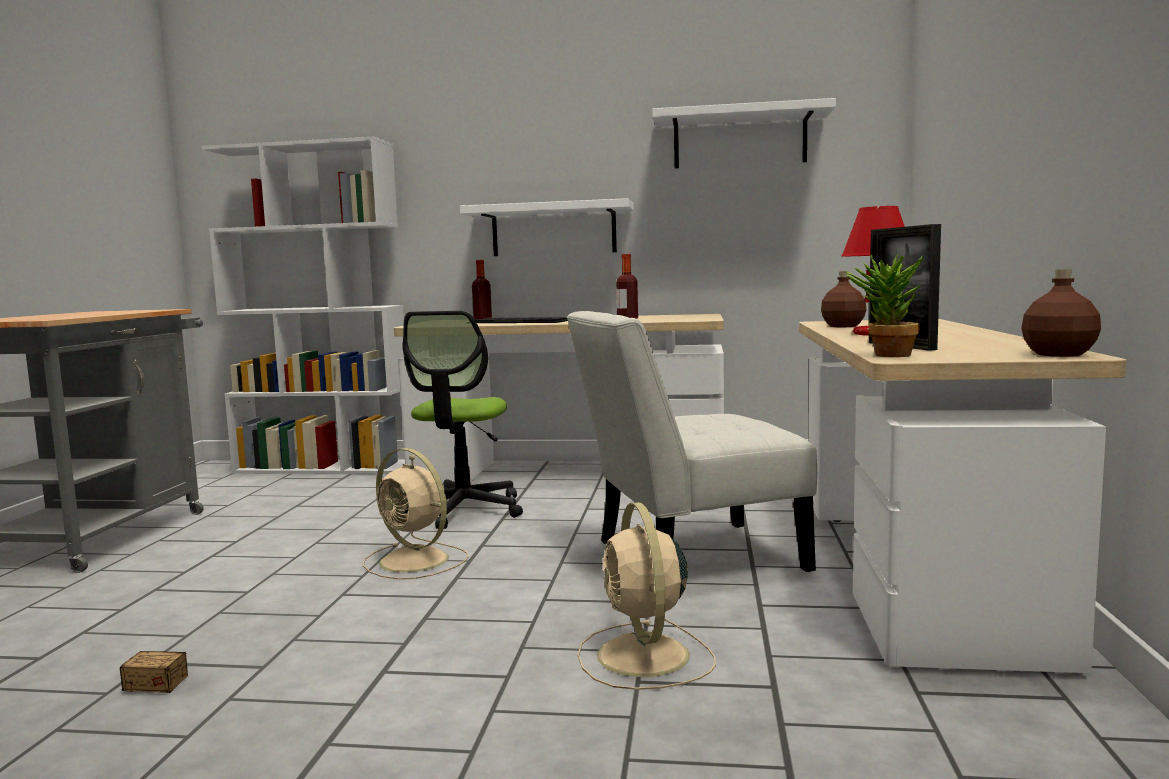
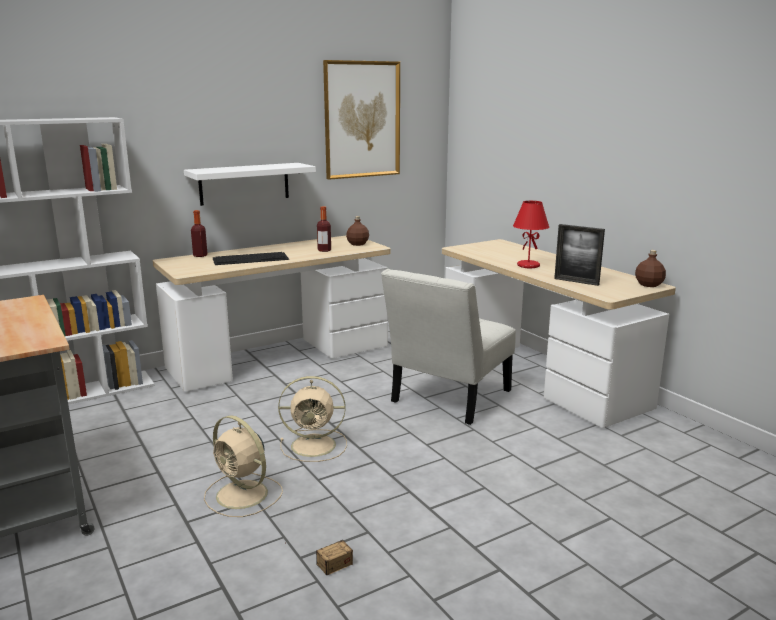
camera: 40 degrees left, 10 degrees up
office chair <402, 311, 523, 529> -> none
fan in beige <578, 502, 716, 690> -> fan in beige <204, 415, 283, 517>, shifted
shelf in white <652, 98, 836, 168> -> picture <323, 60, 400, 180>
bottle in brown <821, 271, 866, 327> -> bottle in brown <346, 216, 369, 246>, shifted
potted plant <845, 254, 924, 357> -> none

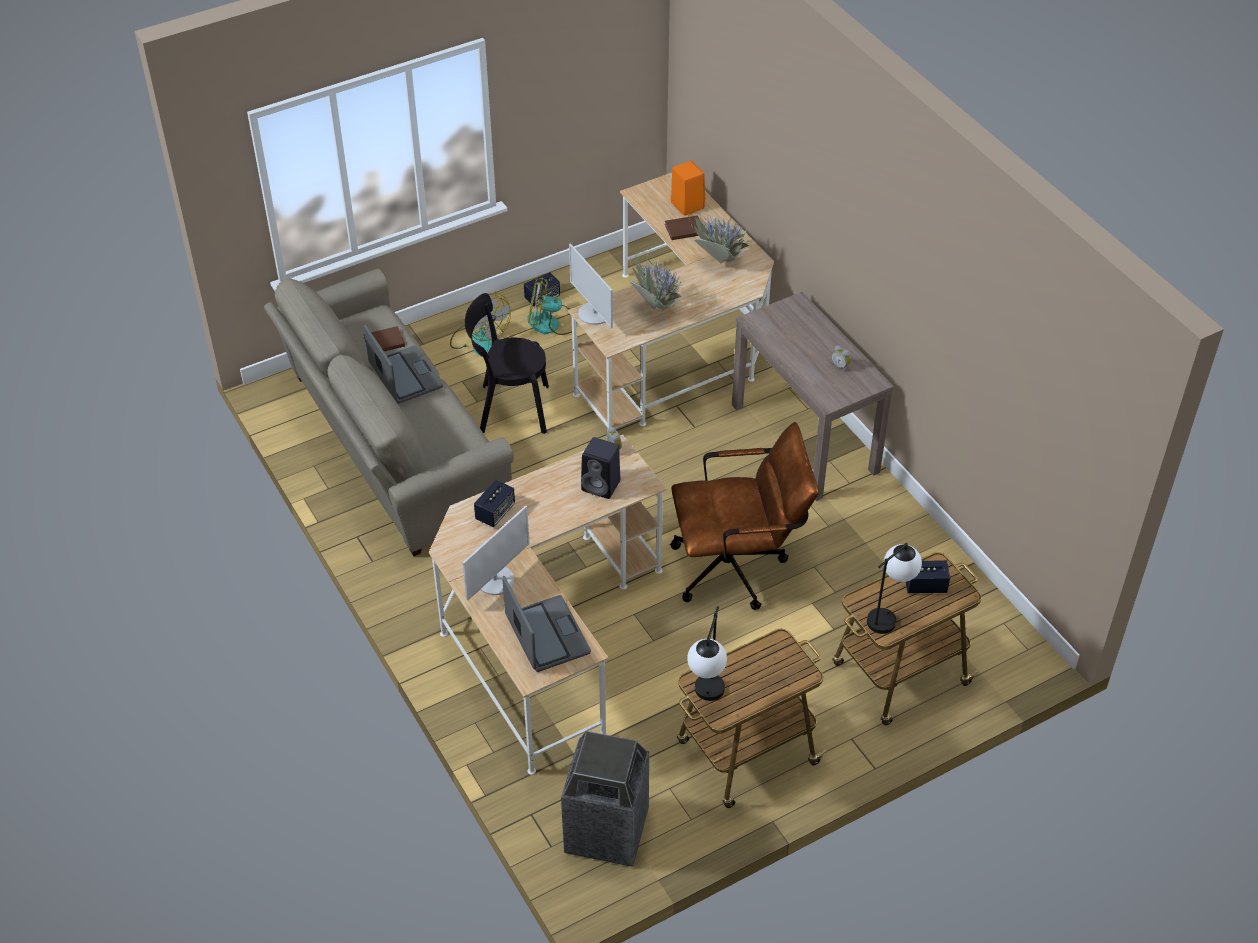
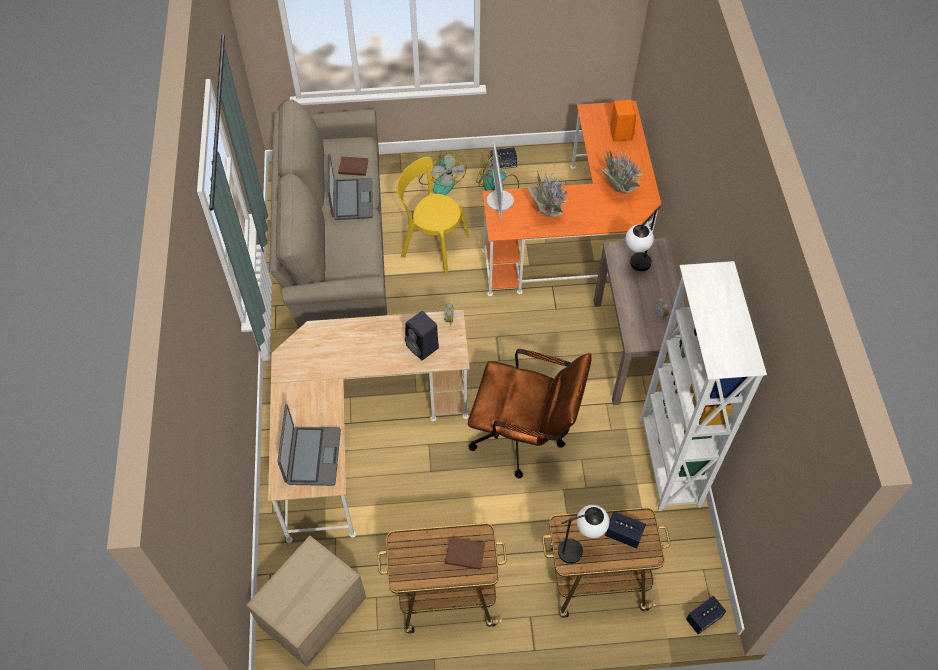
camera: 25 degrees right, 10 degrees up
monitor <462, 505, 530, 601> -> none
chair in black <465, 293, 549, 434> -> chair in yellow <397, 157, 469, 274>
speaker <474, 480, 515, 527> -> speaker <686, 596, 726, 635>, shifted
trash can <561, 731, 649, 867> -> cardboard box <247, 536, 366, 667>
desk in beige <568, 173, 774, 438> -> desk in orange <482, 101, 661, 296>
book in brown <665, 215, 700, 240> -> book in brown <445, 537, 485, 570>, shifted
table lamp <687, 606, 727, 701> -> table lamp <626, 206, 661, 271>, shifted
none -> bookcase in white <640, 261, 767, 511>

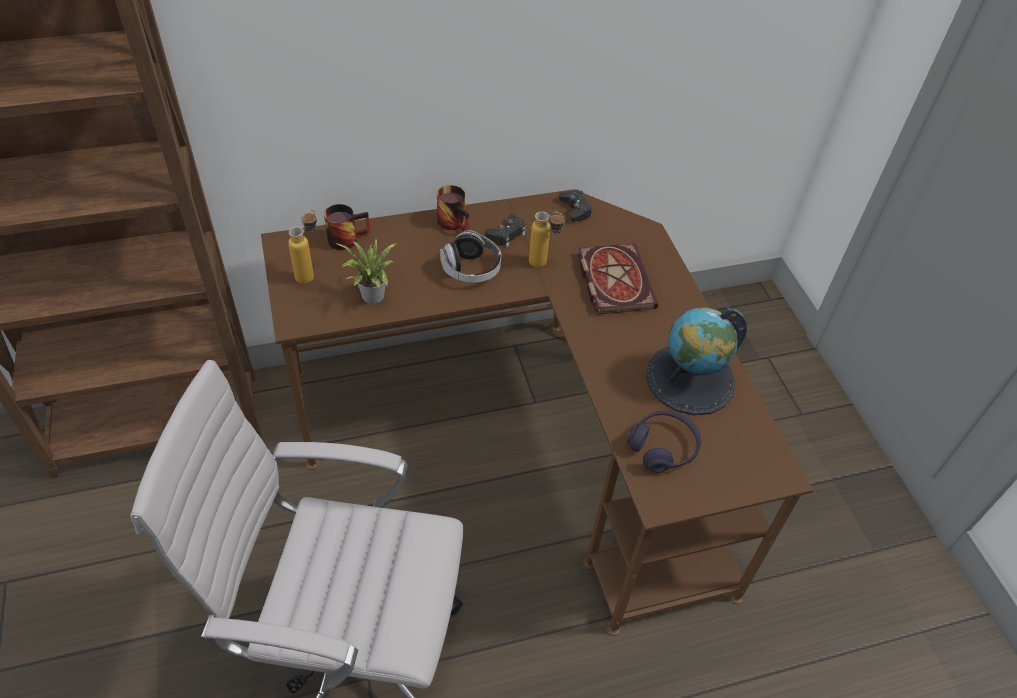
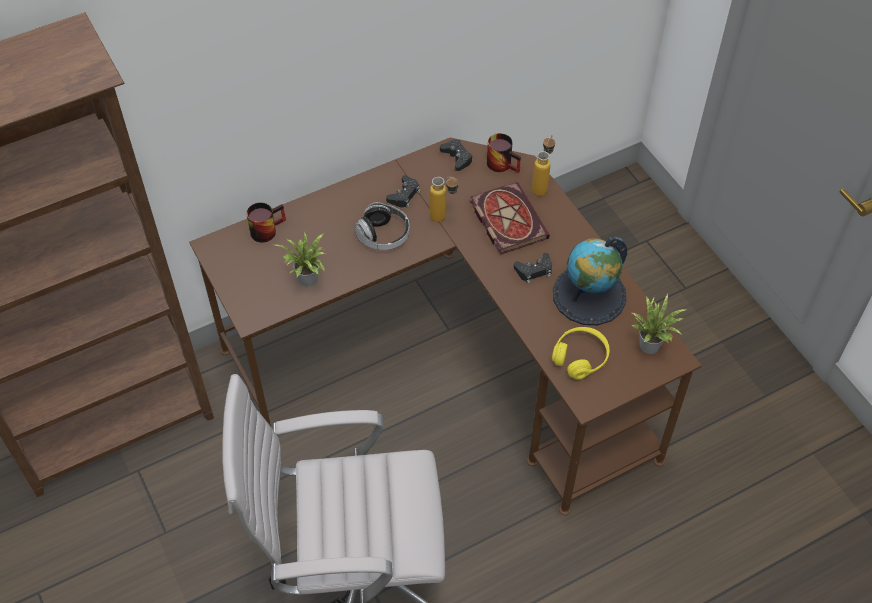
camera: 10 degrees left, 5 degrees up
bottle <288, 210, 317, 284> -> bottle <532, 135, 555, 196>, shifted
mug <437, 185, 469, 231> -> mug <487, 133, 521, 173>, shifted
headphones in purple <627, 411, 701, 473> -> headphones in yellow <552, 327, 610, 379>
none -> game controller in black <514, 253, 552, 283>
none -> potted plant <631, 293, 686, 354>

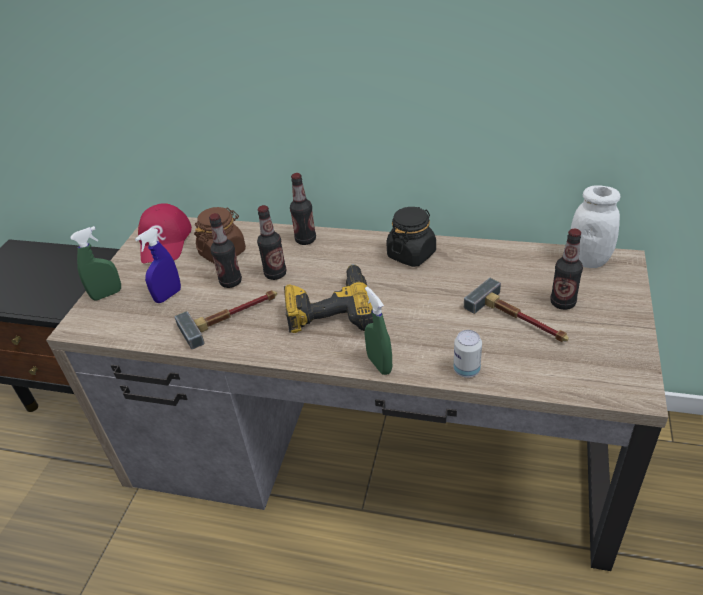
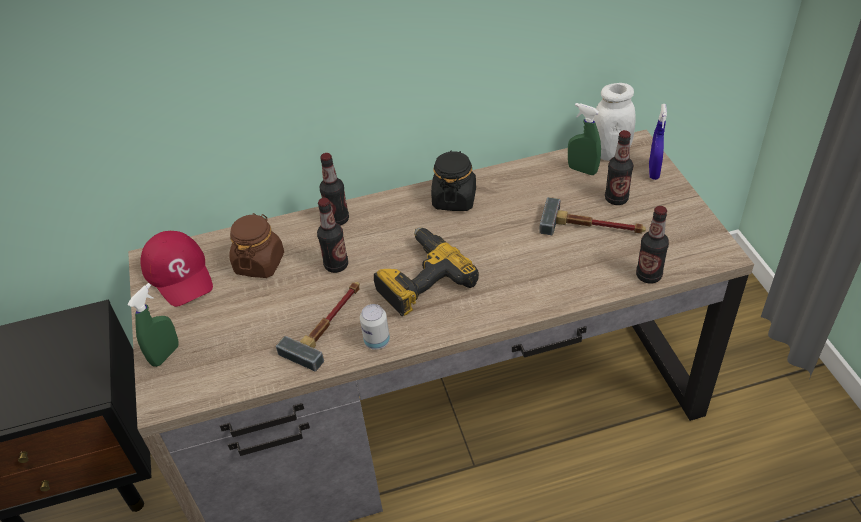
camera: 30 degrees left, 5 degrees up
spray bottle in blue <135, 228, 181, 303> -> spray bottle in blue <649, 104, 667, 180>, shifted
bottle <209, 213, 242, 288> -> bottle <636, 206, 669, 283>, shifted
spray bottle in green <365, 286, 392, 375> -> spray bottle in green <568, 103, 601, 175>, shifted
can <454, 330, 482, 378> -> can <360, 304, 390, 350>, shifted

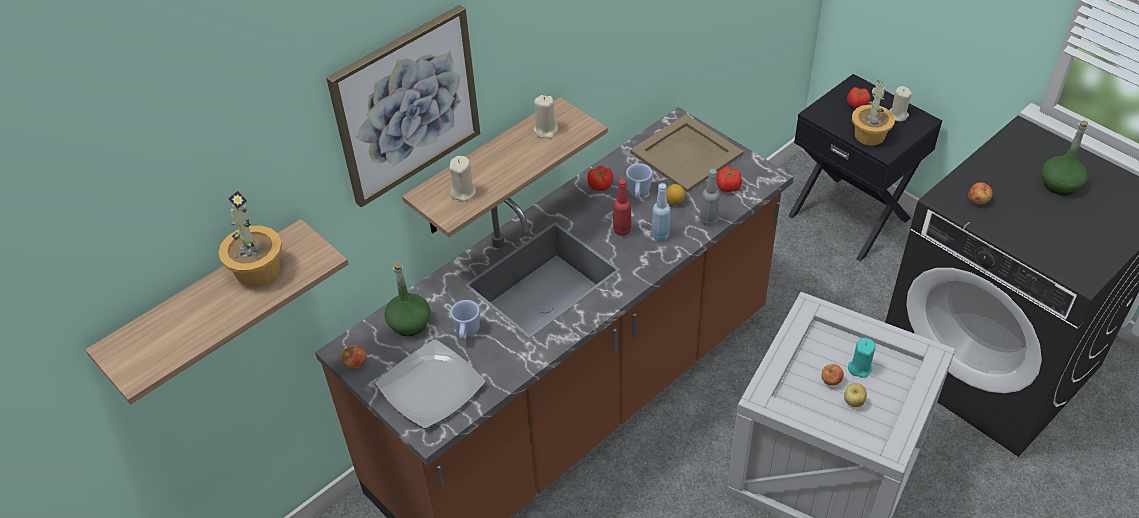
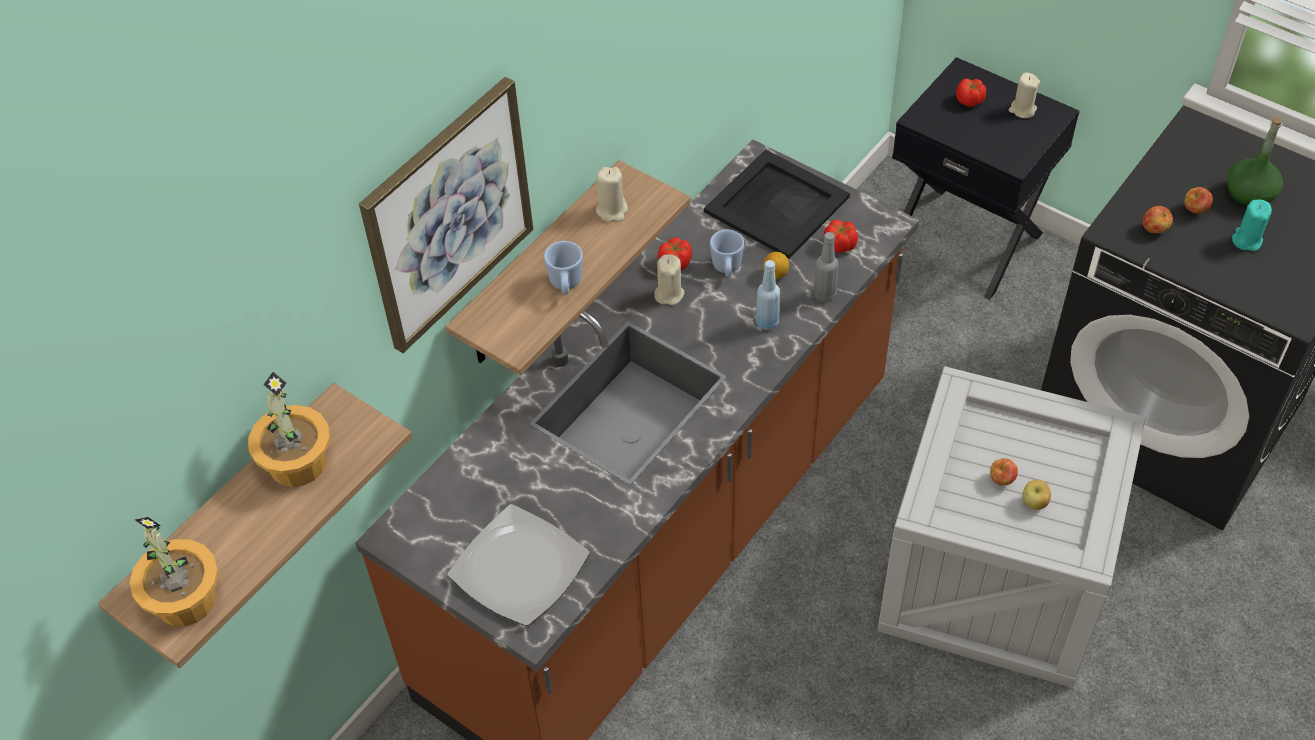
camera: 10 degrees left, 5 degrees up
apple <342, 345, 367, 368> -> apple <1184, 187, 1213, 214>, shifted
bottle in green <384, 262, 430, 336> -> none
candle in beige <450, 156, 476, 201> -> candle in beige <654, 254, 684, 305>, shifted
mug in blue <450, 300, 480, 341> -> mug in blue <544, 241, 583, 295>, shifted
bottle in red <613, 179, 631, 236> -> none
tray in beige <630, 114, 744, 192> -> tray in black <704, 149, 850, 259>
candle in turquoise <848, 338, 875, 378> -> candle in turquoise <1232, 199, 1272, 251>, shifted
potted plant <852, 81, 895, 146> -> potted plant <129, 517, 218, 626>, shifted

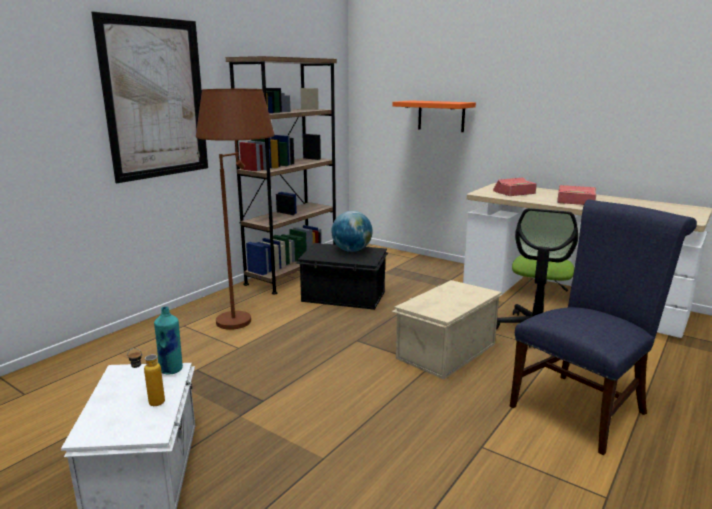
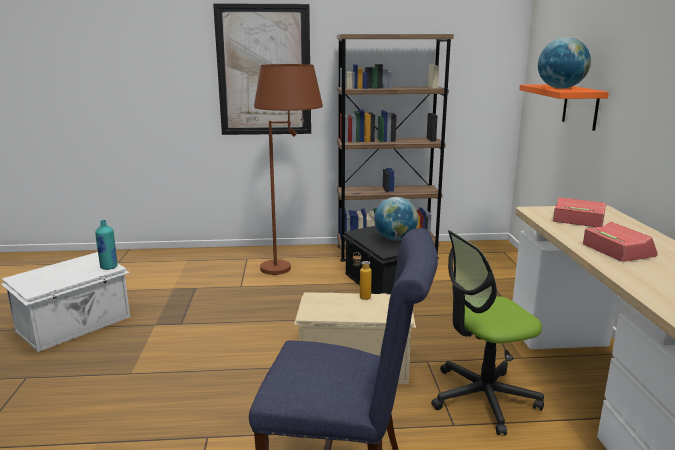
camera: 50 degrees right, 0 degrees up
bottle <127, 348, 165, 406> -> bottle <353, 252, 372, 300>, shifted
none -> globe <538, 37, 591, 89>

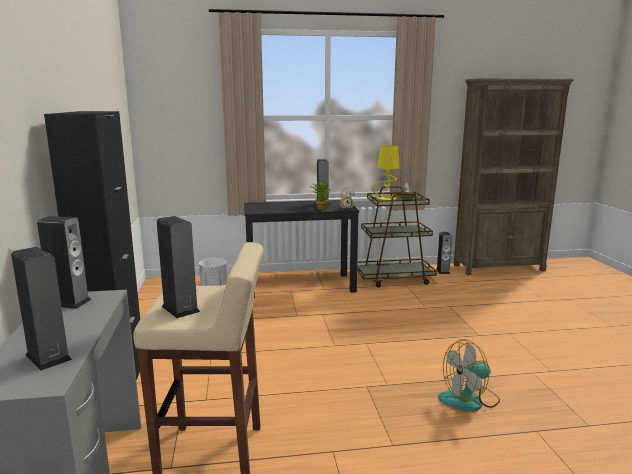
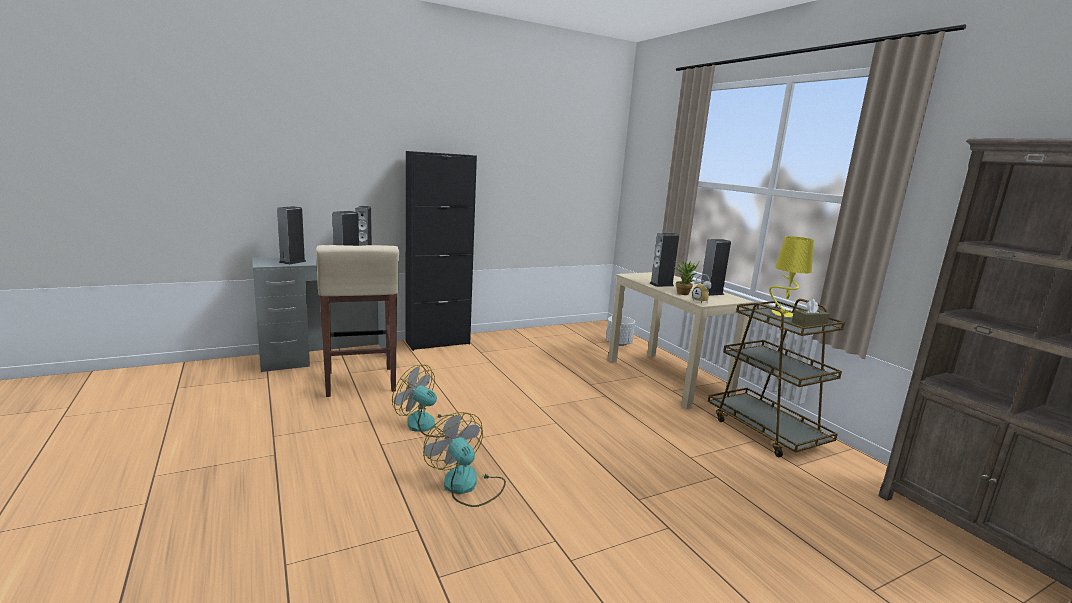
camera: 70 degrees right, 0 degrees up
desk in black <244, 200, 360, 298> -> desk in beige <608, 272, 754, 409>
speaker <436, 232, 452, 274> -> speaker <649, 233, 679, 287>, shifted
none -> fan <392, 365, 454, 437>

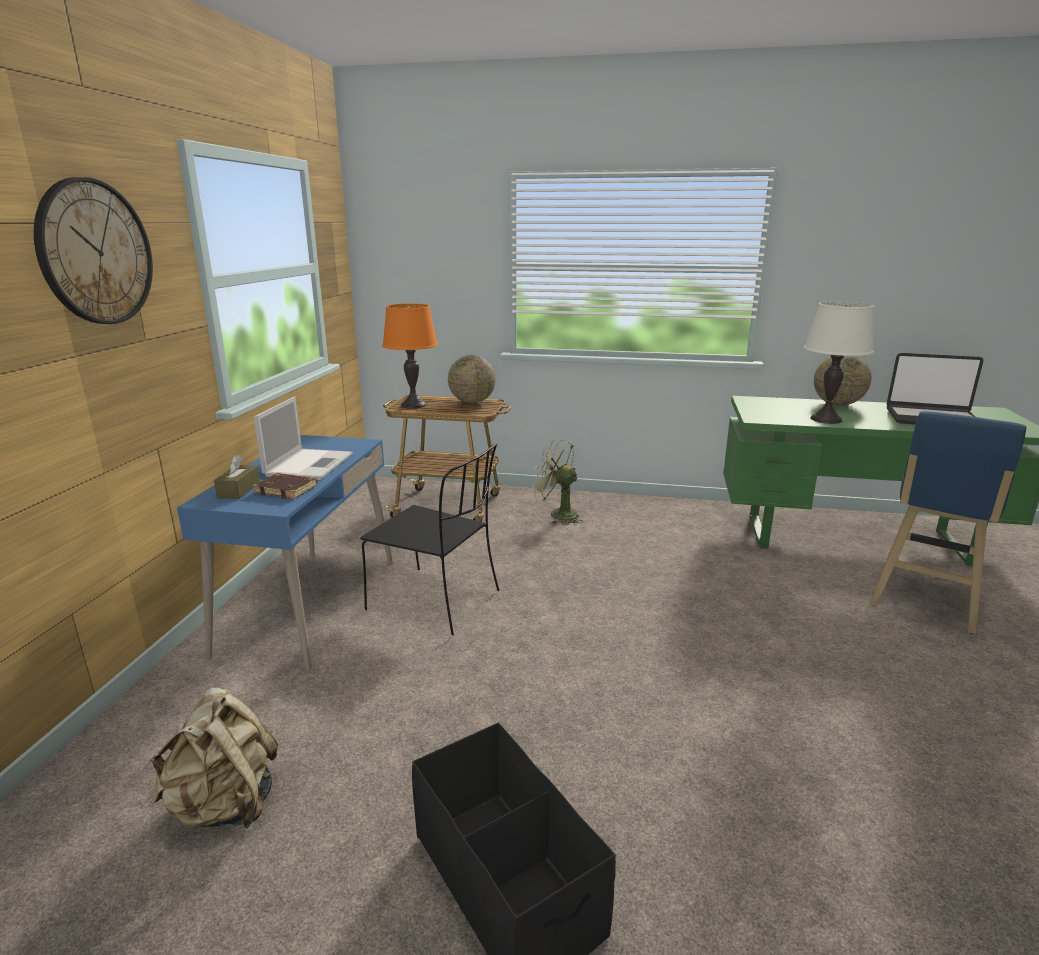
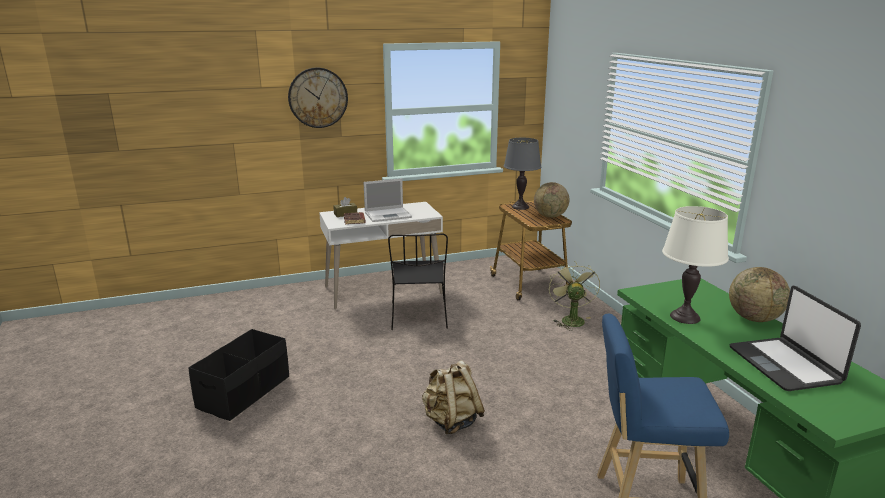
camera: 60 degrees right, 0 degrees up
backpack in beige <150, 687, 278, 829> -> backpack in beige <422, 360, 485, 434>, shifted
desk in blue <177, 435, 393, 671> -> desk in white <319, 202, 443, 309>
table lamp in orange <382, 304, 438, 409> -> table lamp in grey <504, 138, 541, 210>

